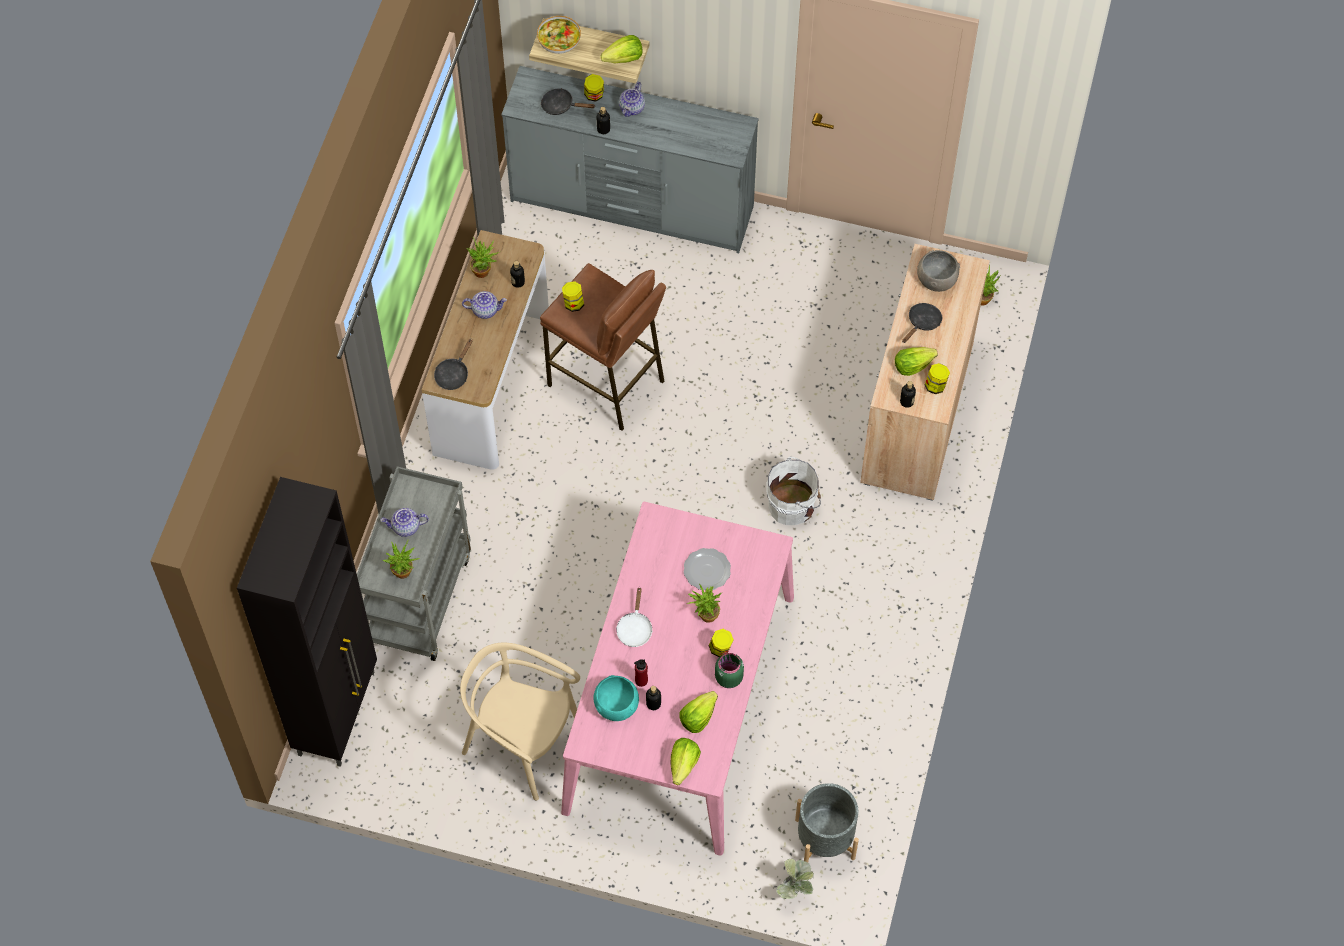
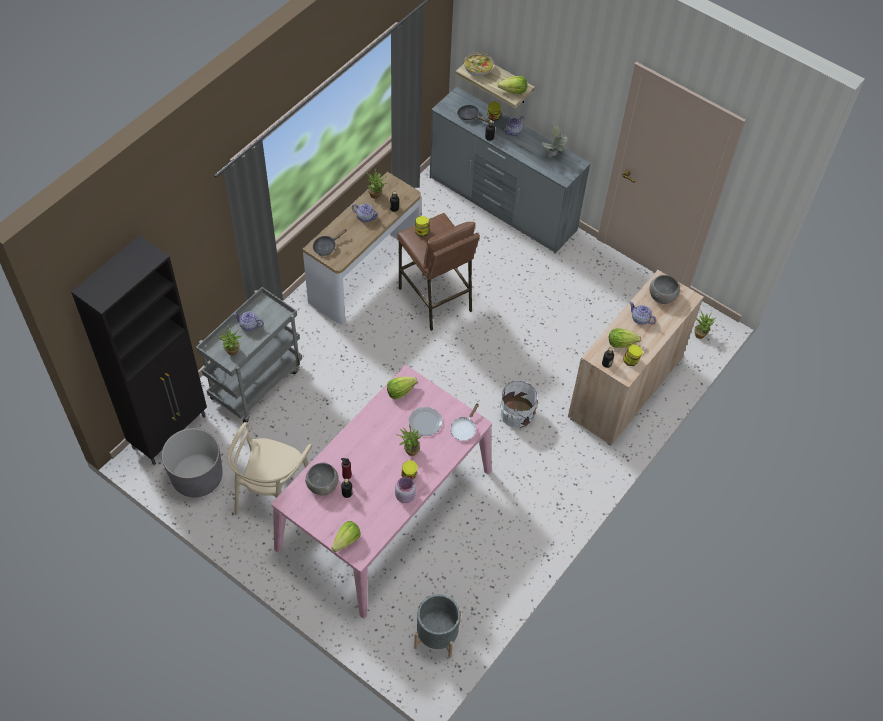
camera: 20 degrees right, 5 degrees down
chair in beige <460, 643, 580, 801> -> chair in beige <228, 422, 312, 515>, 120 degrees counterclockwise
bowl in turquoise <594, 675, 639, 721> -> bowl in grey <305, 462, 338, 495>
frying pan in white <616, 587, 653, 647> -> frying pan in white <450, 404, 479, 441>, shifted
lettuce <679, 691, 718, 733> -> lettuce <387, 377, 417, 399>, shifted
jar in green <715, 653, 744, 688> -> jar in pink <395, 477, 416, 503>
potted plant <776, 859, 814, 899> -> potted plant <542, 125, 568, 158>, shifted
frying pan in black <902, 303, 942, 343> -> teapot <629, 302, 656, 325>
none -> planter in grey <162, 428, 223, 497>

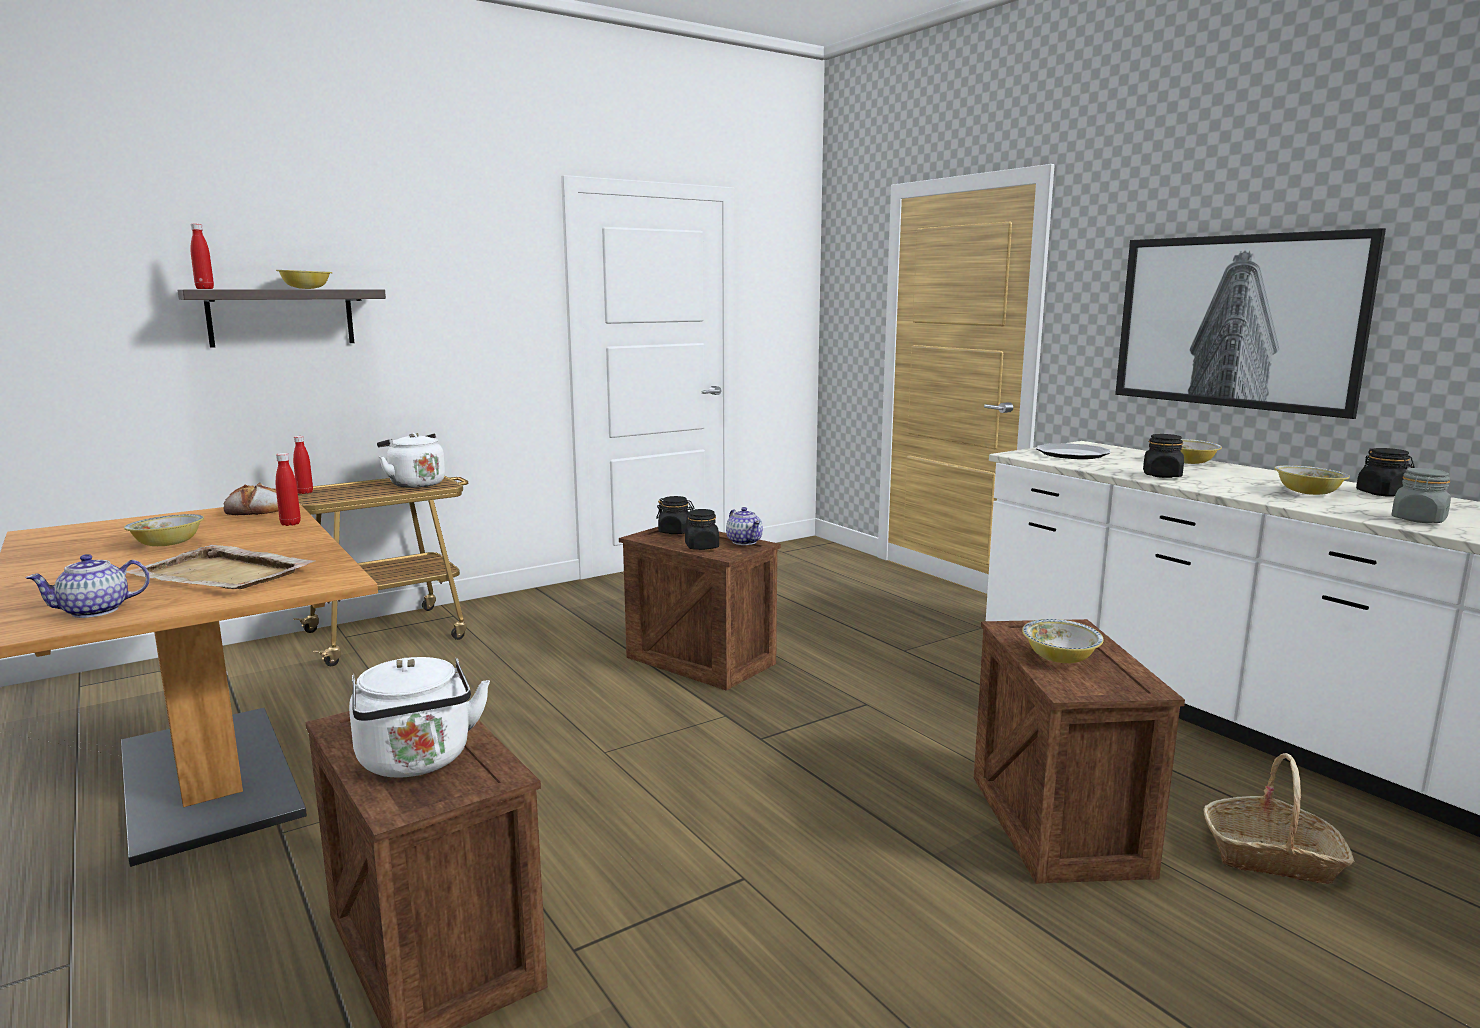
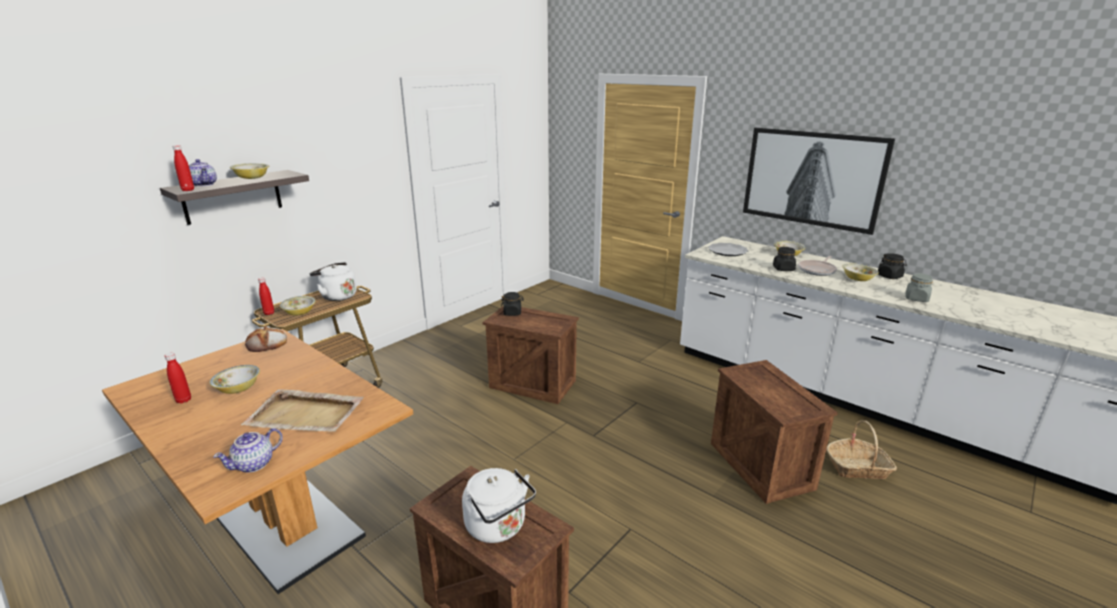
camera: 15 degrees left, 10 degrees up
bottle in red <276, 453, 301, 526> -> bottle in red <165, 353, 191, 404>, shifted
jar in black <685, 509, 719, 550> -> none
teapot <726, 507, 763, 545> -> teapot <189, 159, 217, 187>, shifted
bowl <1022, 619, 1103, 663> -> bowl <280, 296, 316, 315>, shifted
none -> frying pan <798, 256, 837, 276>

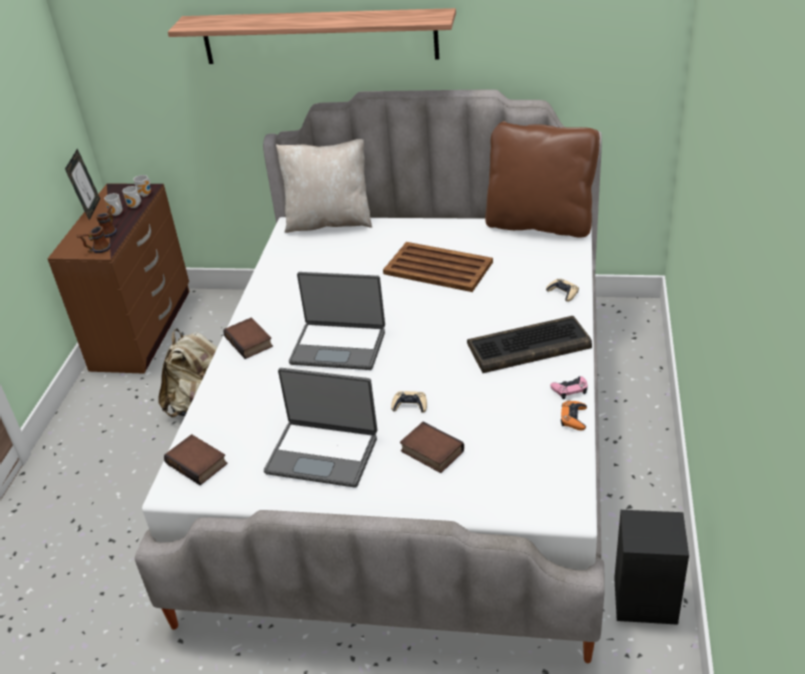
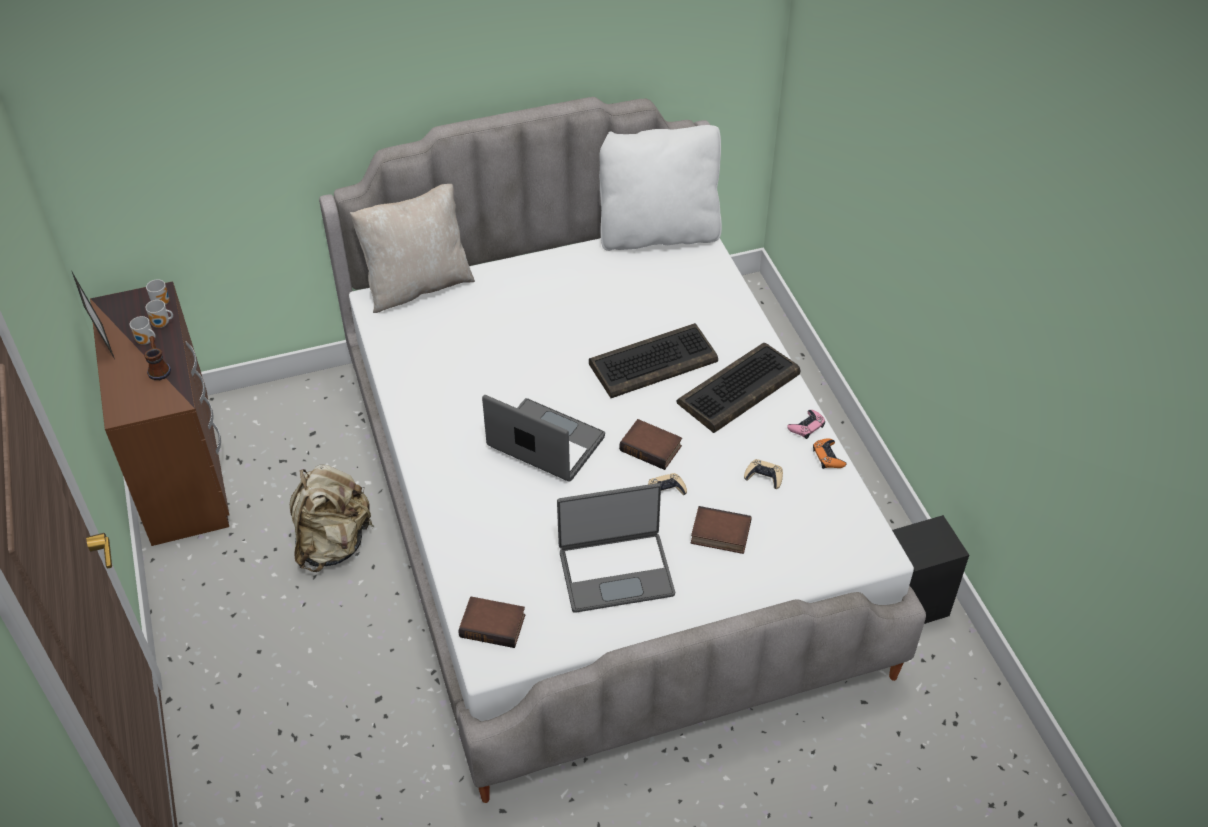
camera: 30 degrees left, 10 degrees up
mug <76, 226, 111, 253> -> none
shelf <168, 8, 456, 64> -> none
book <223, 317, 273, 359> -> book <619, 419, 682, 470>, shifted
laptop <289, 272, 385, 370> -> laptop <482, 395, 605, 482>, 135 degrees counterclockwise
tray in brown <383, 242, 493, 292> -> none
pillow in brown <485, 121, 600, 237> -> pillow in white <599, 125, 722, 251>
game controller in beige <546, 279, 579, 302> -> game controller in beige <744, 459, 783, 489>, shifted
none -> keyboard <589, 323, 718, 398>

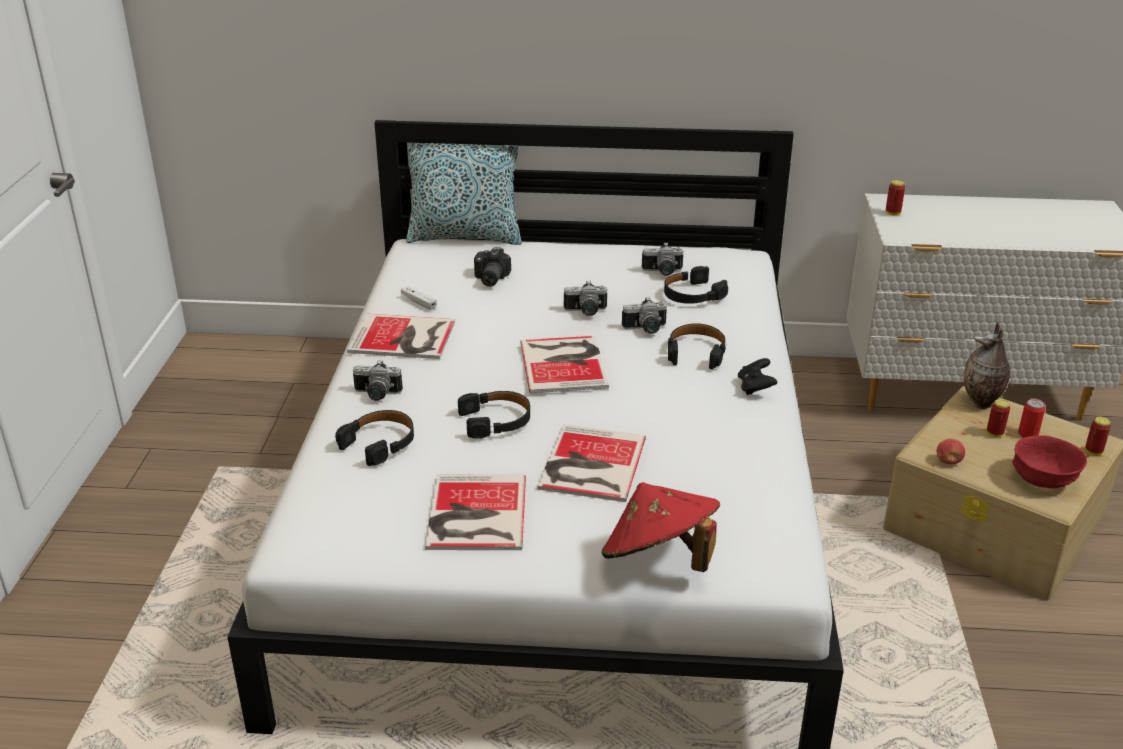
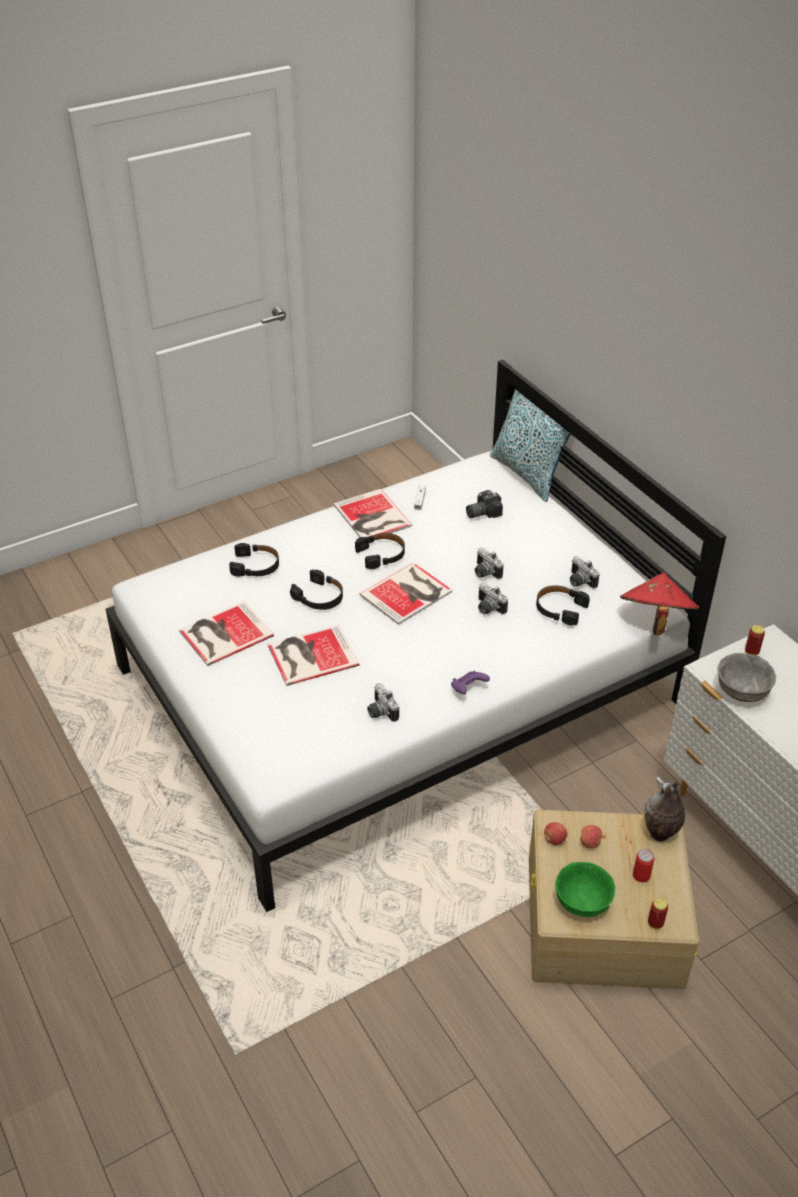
camera: 55 degrees right, 10 degrees up
photo camera <353, 360, 403, 401> -> photo camera <367, 683, 399, 722>, shifted
hat in red <602, 482, 720, 572> -> hat in red <620, 573, 699, 635>, shifted
headphones in black <668, 323, 726, 369> -> headphones in black <355, 533, 405, 569>, shifted
game controller in black <738, 358, 777, 395> -> game controller in purple <451, 671, 490, 695>
can <987, 399, 1010, 437> -> none
bowl in red <1012, 436, 1087, 488> -> bowl in green <555, 862, 615, 917>
none -> apple <580, 825, 602, 848>
none -> bowl in grey <718, 653, 776, 702>

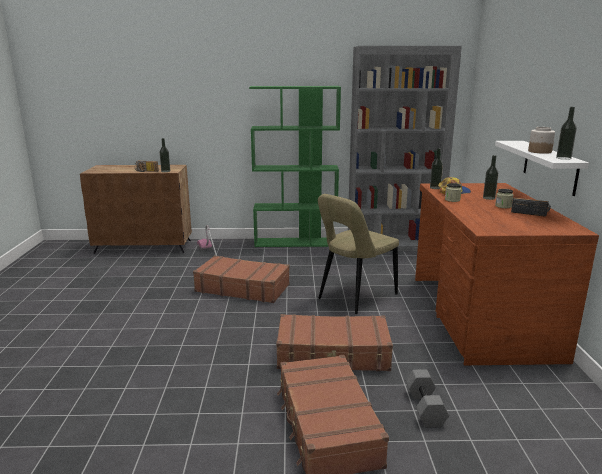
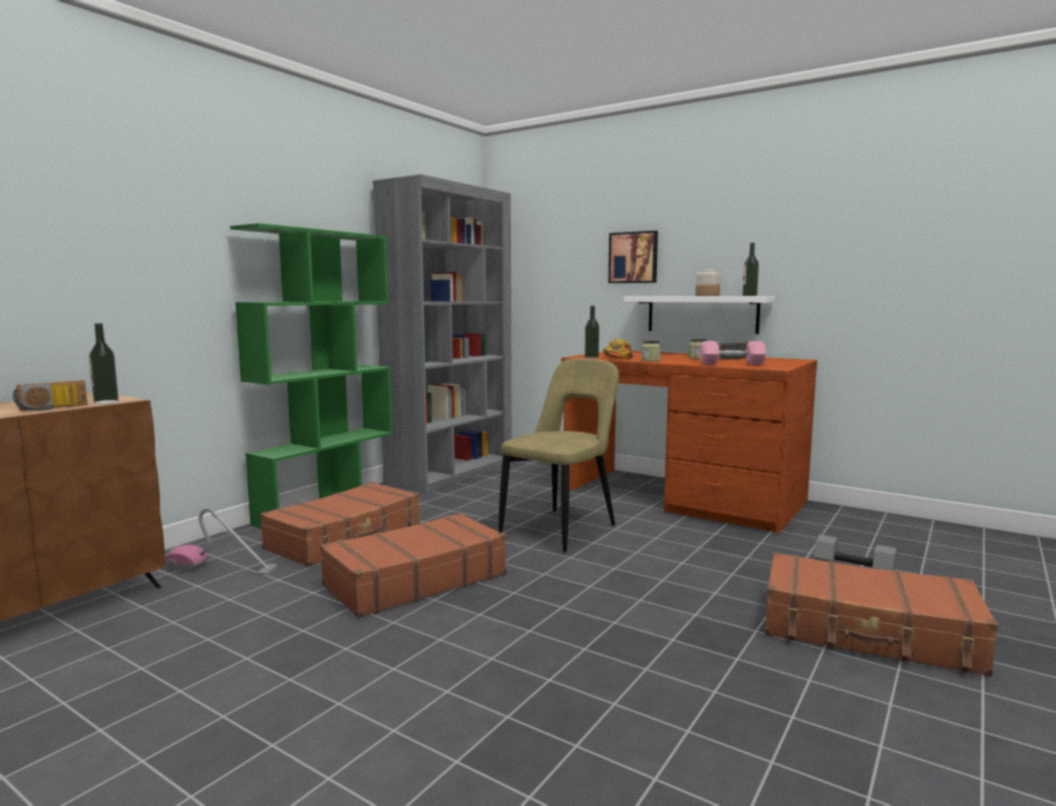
camera: 55 degrees left, 10 degrees down
suitcase in brown <276, 314, 393, 371> -> suitcase in brown <260, 482, 420, 567>, shifted
chair in beige <318, 194, 399, 314> -> chair in beige <498, 359, 619, 552>, 135 degrees counterclockwise
bottle <483, 155, 499, 200> -> none
none -> picture <608, 231, 658, 283>
none -> dumbbell in pink <700, 341, 766, 365>

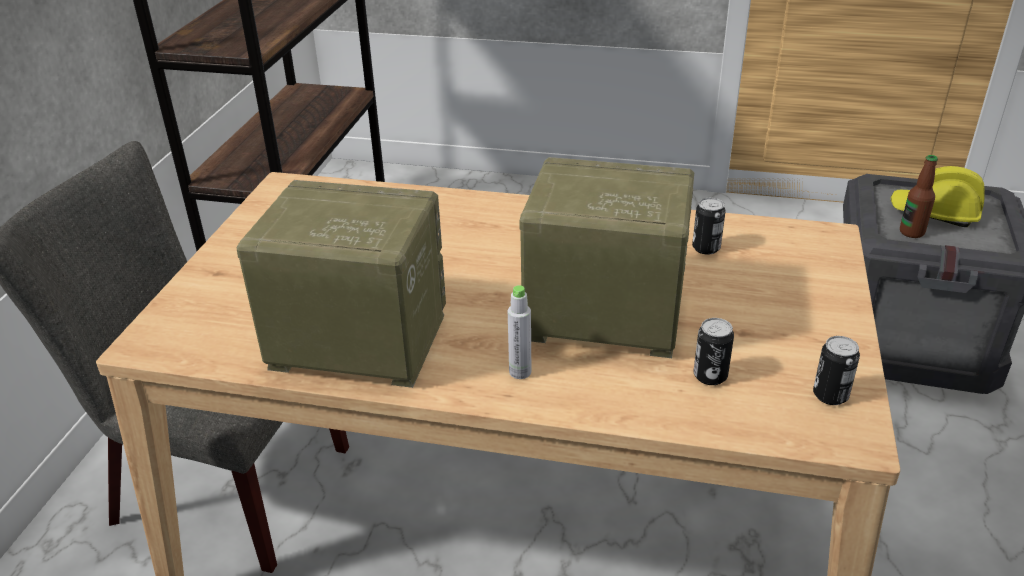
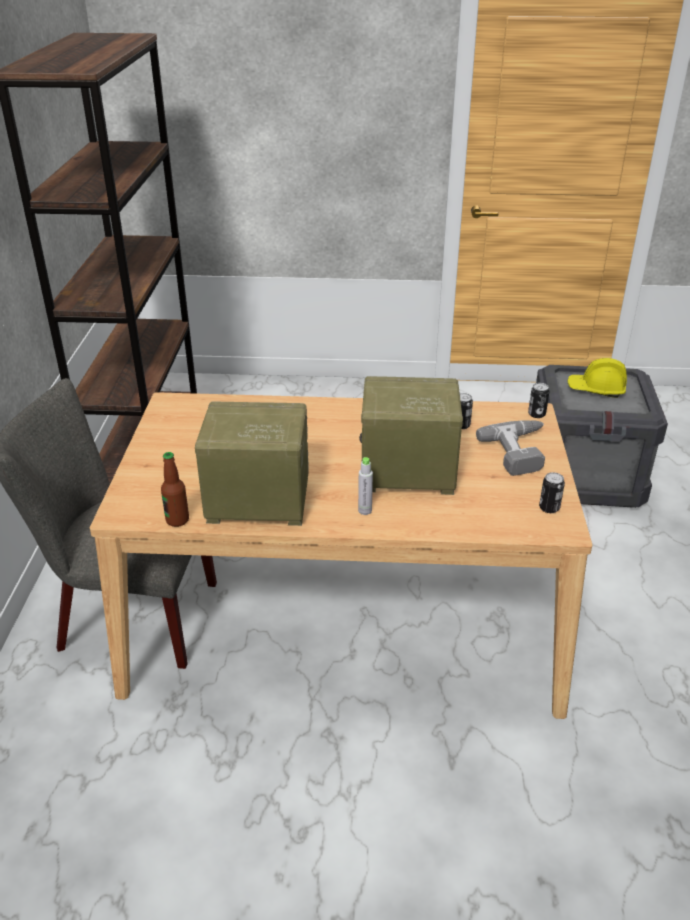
camera: 10 degrees left, 0 degrees up
can <693, 318, 734, 385> -> can <528, 383, 550, 418>, shifted
bottle <900, 155, 938, 238> -> bottle <161, 452, 189, 527>, shifted
none -> power drill <476, 420, 545, 476>

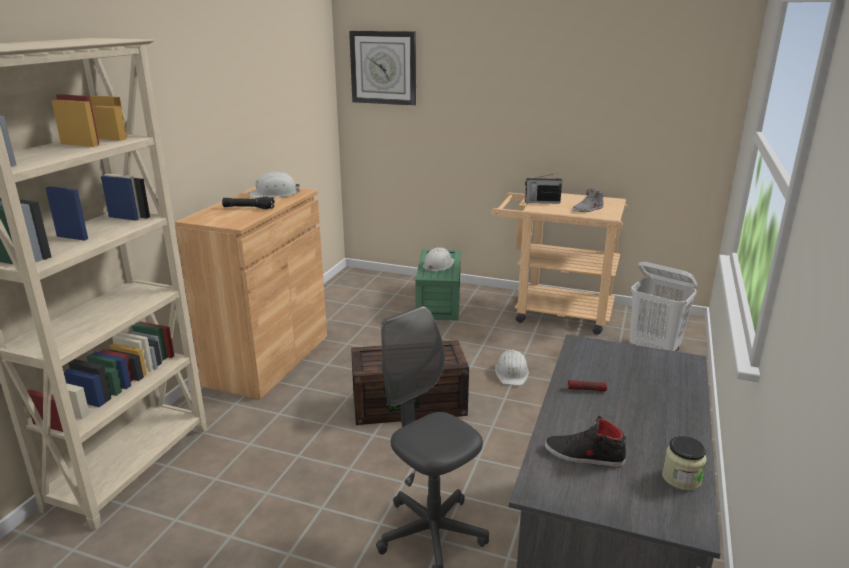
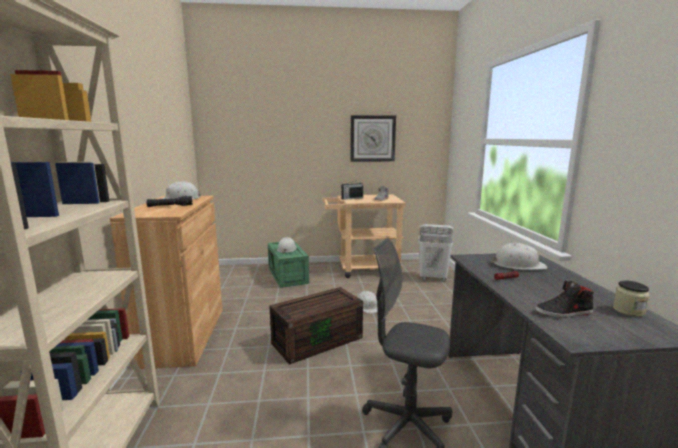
camera: 25 degrees left, 10 degrees down
wall clock <349, 31, 416, 106> -> wall clock <350, 115, 396, 162>, shifted
none -> hard hat in white <491, 243, 548, 270>

